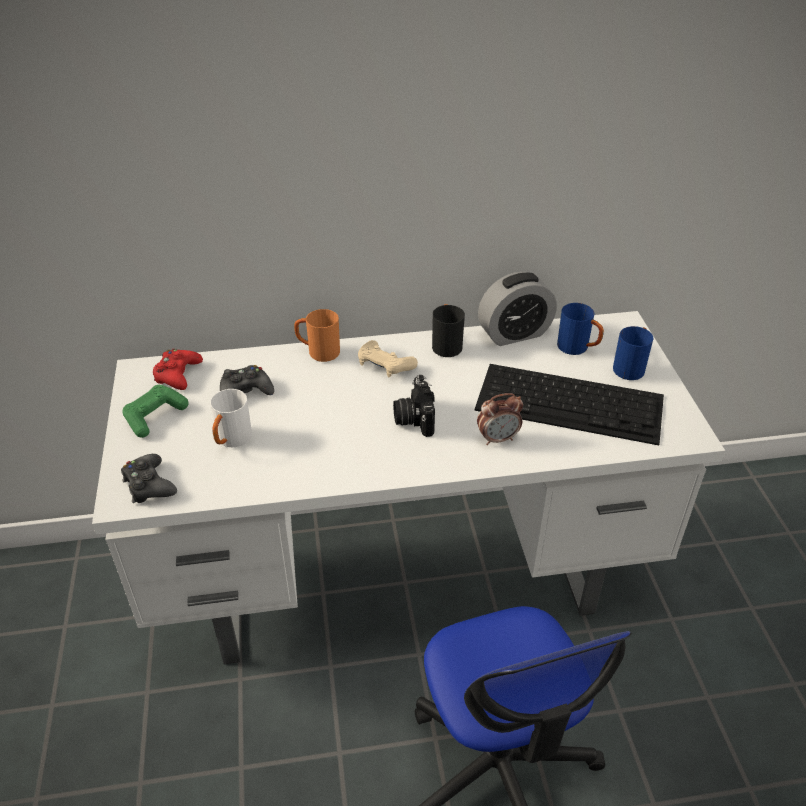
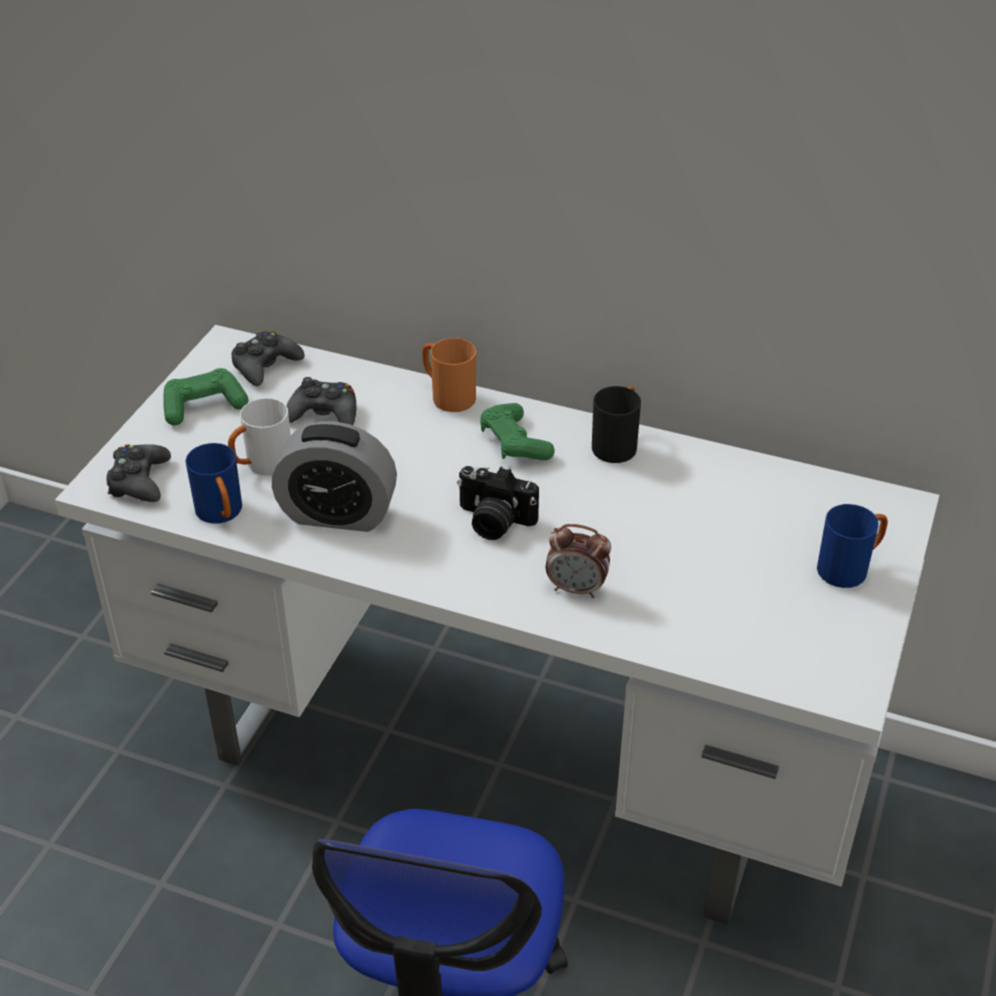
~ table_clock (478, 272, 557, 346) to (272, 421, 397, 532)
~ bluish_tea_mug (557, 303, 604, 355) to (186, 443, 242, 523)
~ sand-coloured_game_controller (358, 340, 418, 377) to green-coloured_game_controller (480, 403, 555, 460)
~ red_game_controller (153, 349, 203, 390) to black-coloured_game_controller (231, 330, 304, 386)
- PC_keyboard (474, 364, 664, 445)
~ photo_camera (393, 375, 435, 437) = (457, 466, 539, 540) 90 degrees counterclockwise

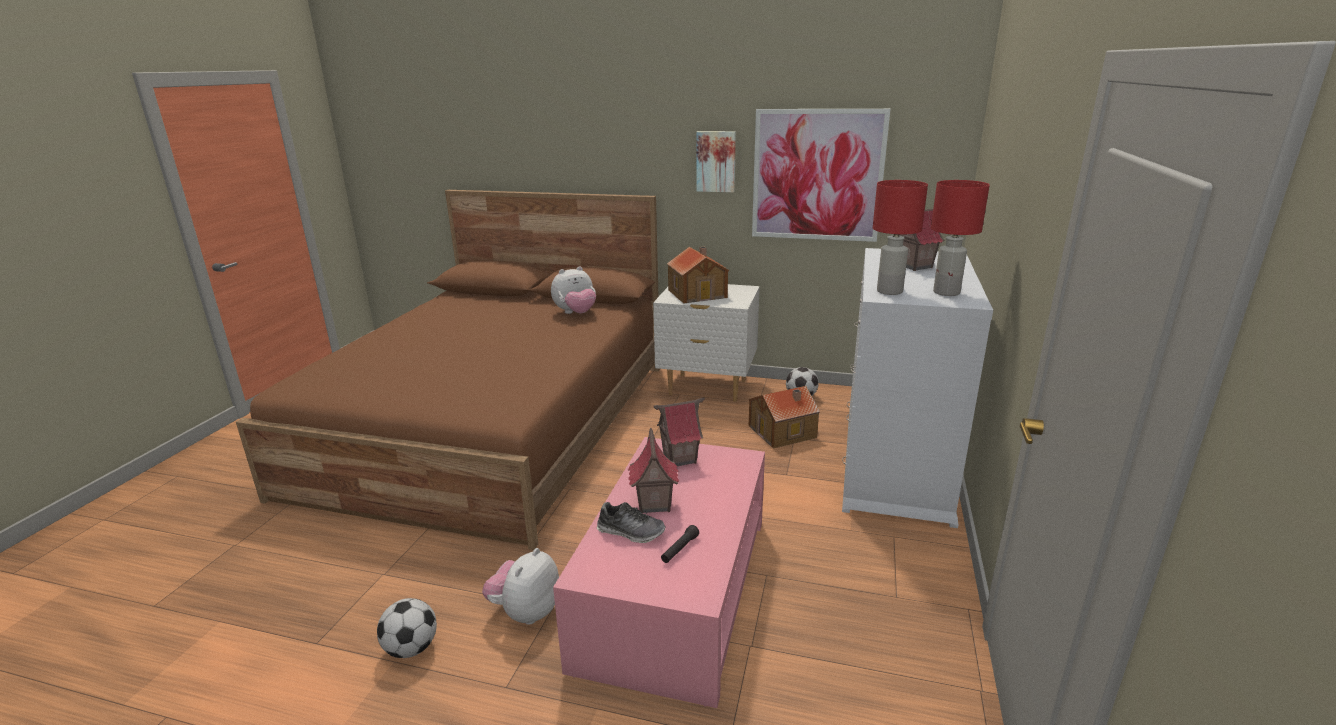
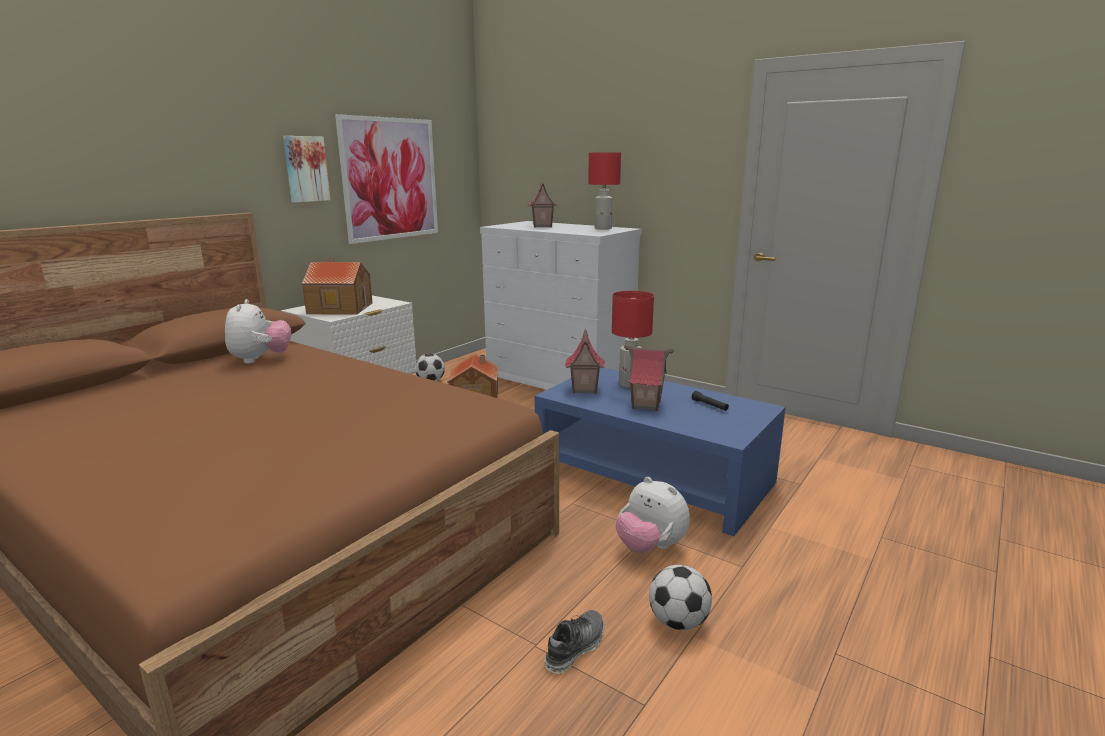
~ red_table_lamp (873, 180, 928, 295) to (612, 291, 654, 388)
~ pink_lounge_table (553, 437, 765, 708) to bluish_lounge_table (535, 368, 786, 536)
~ shoe (597, 502, 665, 543) to (544, 610, 604, 674)

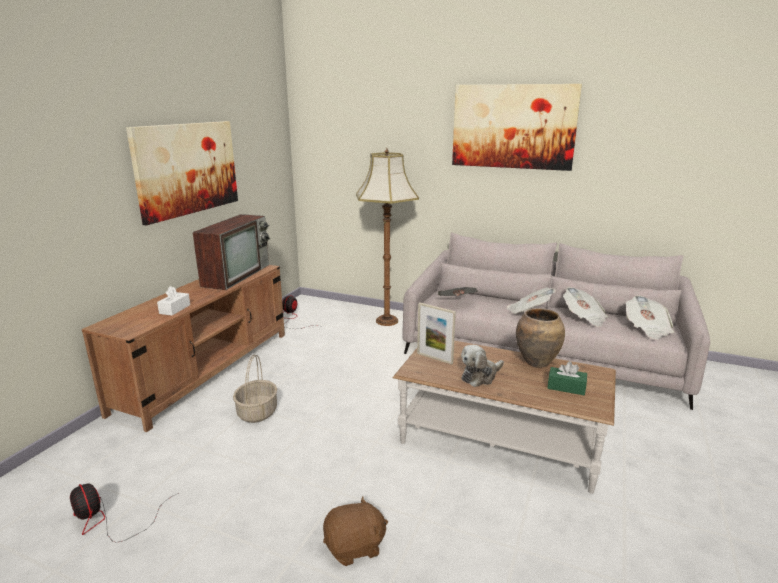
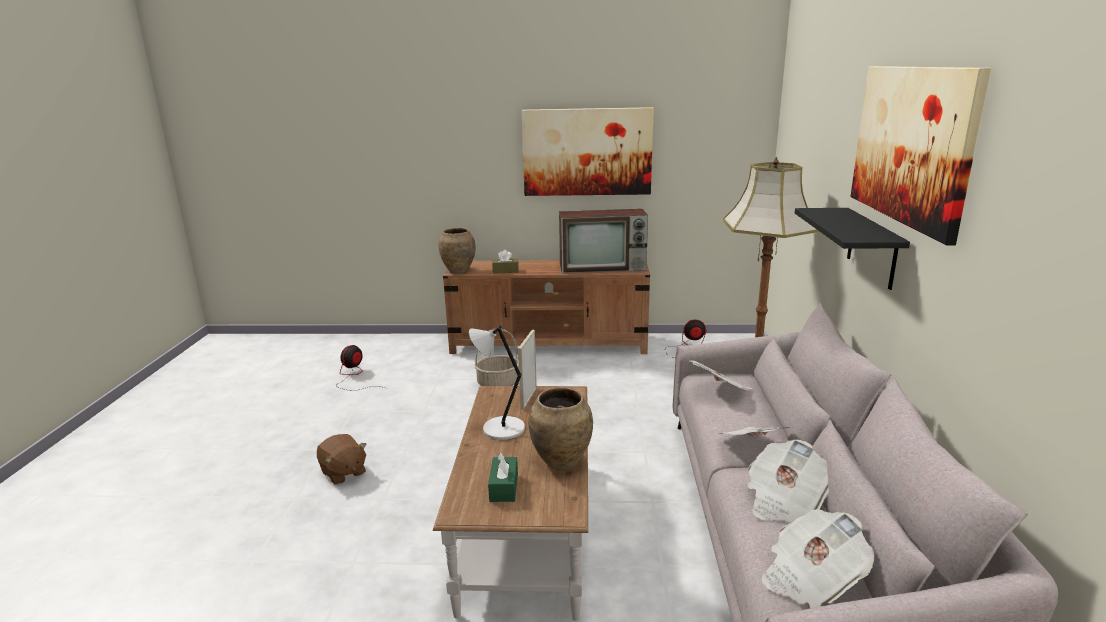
~ white-coloured_tissue_holder (157, 286, 190, 316) to brown-coloured_tissue_holder (492, 250, 519, 274)
~ plush_toy (461, 345, 504, 387) to greyish_table_lamp (469, 325, 525, 440)
+ black-coloured_shelf (795, 208, 910, 290)
+ brown-coloured_flower_vase (438, 228, 476, 274)

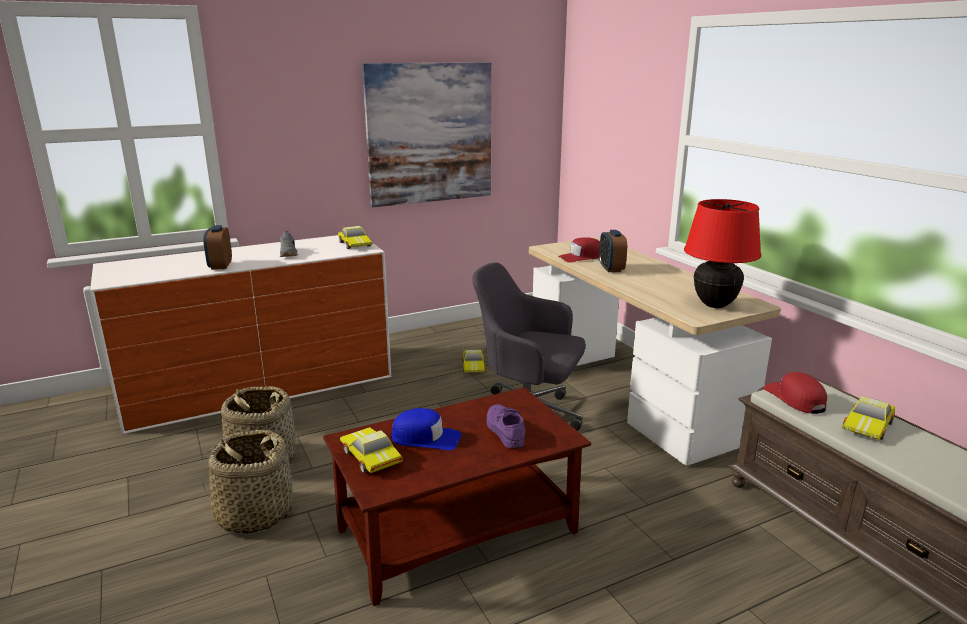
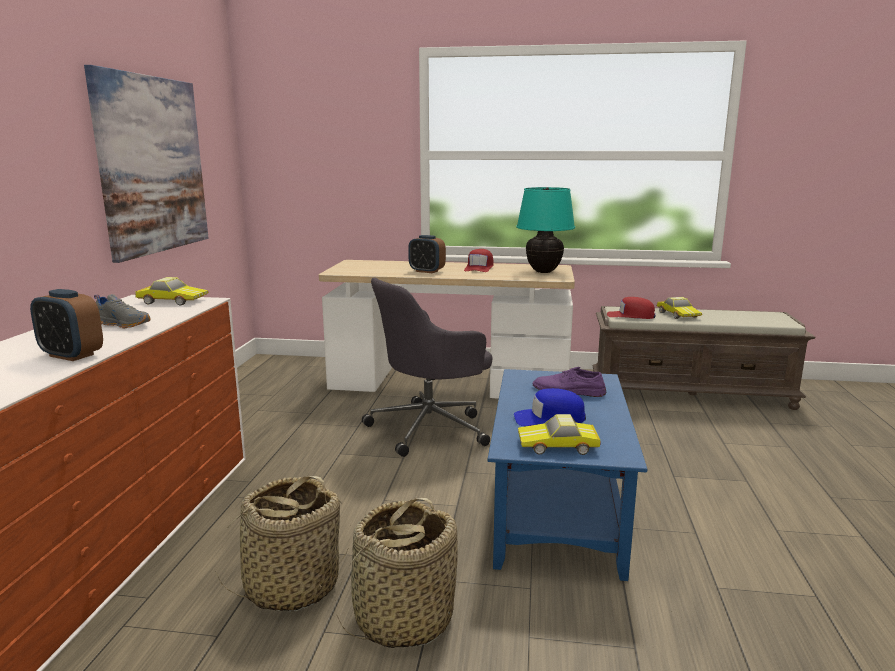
~ red_table_lamp (684, 199, 761, 308) to blue-green_table_lamp (516, 187, 575, 273)
~ red_baseball_cap (558, 237, 600, 263) to (464, 249, 494, 272)
- miniature_car (462, 349, 485, 373)
~ brown-coloured_lounge_table (323, 387, 591, 606) to bluish_lounge_table (488, 369, 648, 581)
~ bluish_baseball_cap (391, 408, 461, 450) = (514, 388, 586, 426) 135 degrees counterclockwise

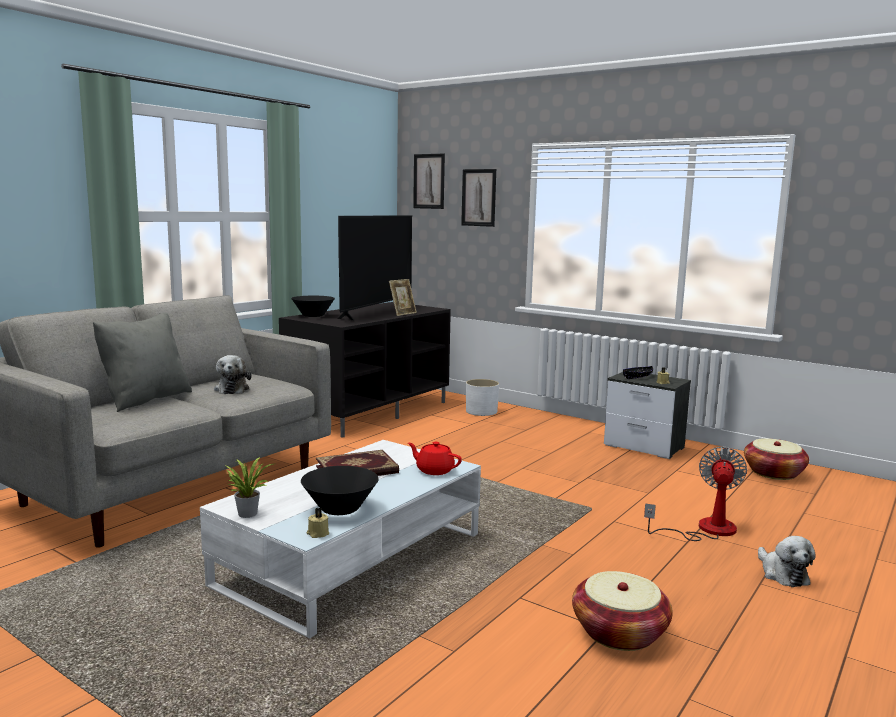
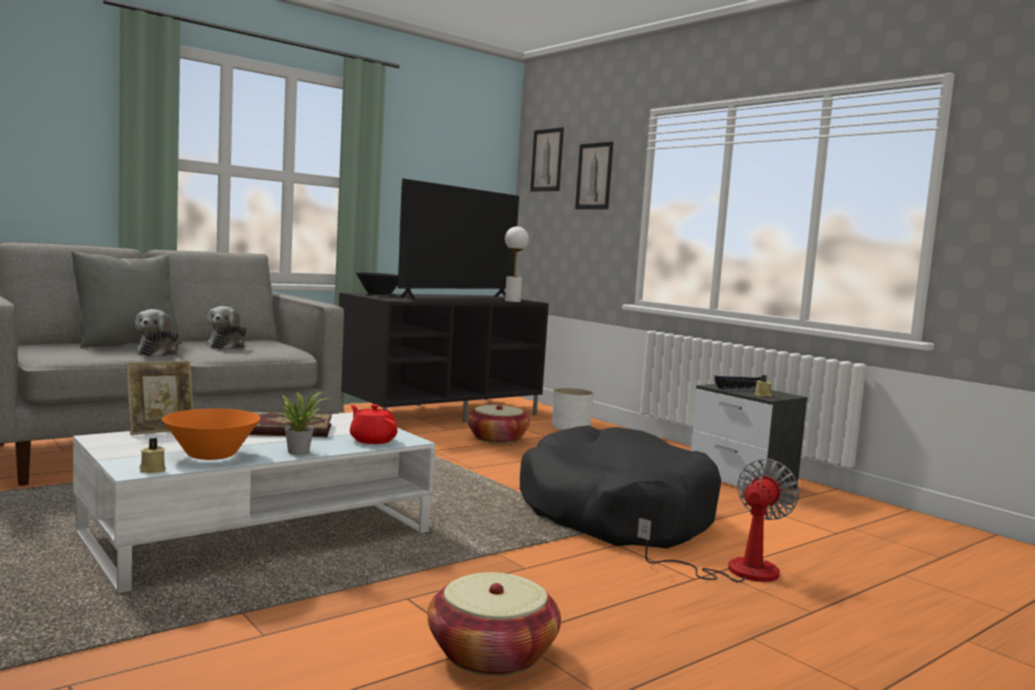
~ picture_frame (389, 279, 417, 316) to (126, 361, 193, 435)
~ storage_basket (744, 438, 809, 480) to (467, 405, 530, 444)
~ plant_in_a_pot (224, 457, 274, 518) to (276, 390, 327, 455)
~ black-coloured_deep_dish (301, 466, 379, 515) to orange_deep_dish (162, 408, 260, 460)
~ plush_toy (758, 536, 816, 587) to (135, 309, 180, 357)
+ white-coloured_table_lamp (505, 226, 529, 302)
+ black-coloured_dog_bed (520, 425, 721, 548)

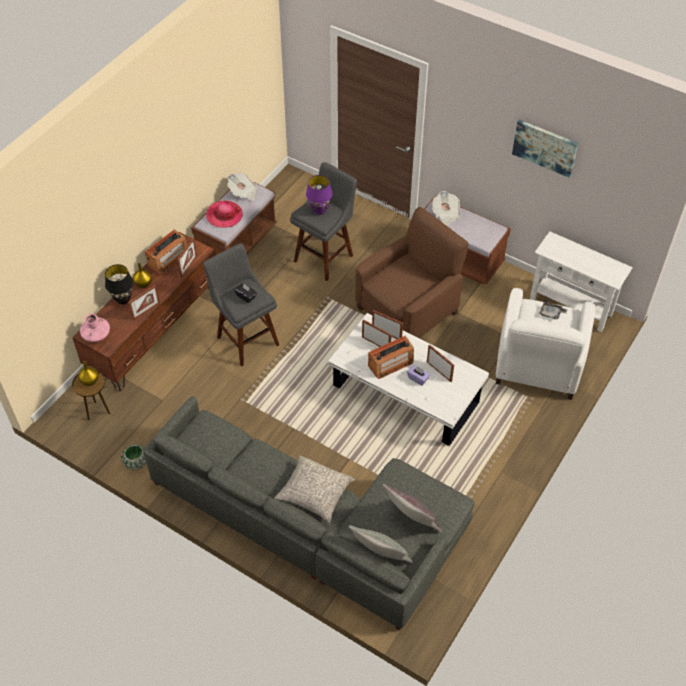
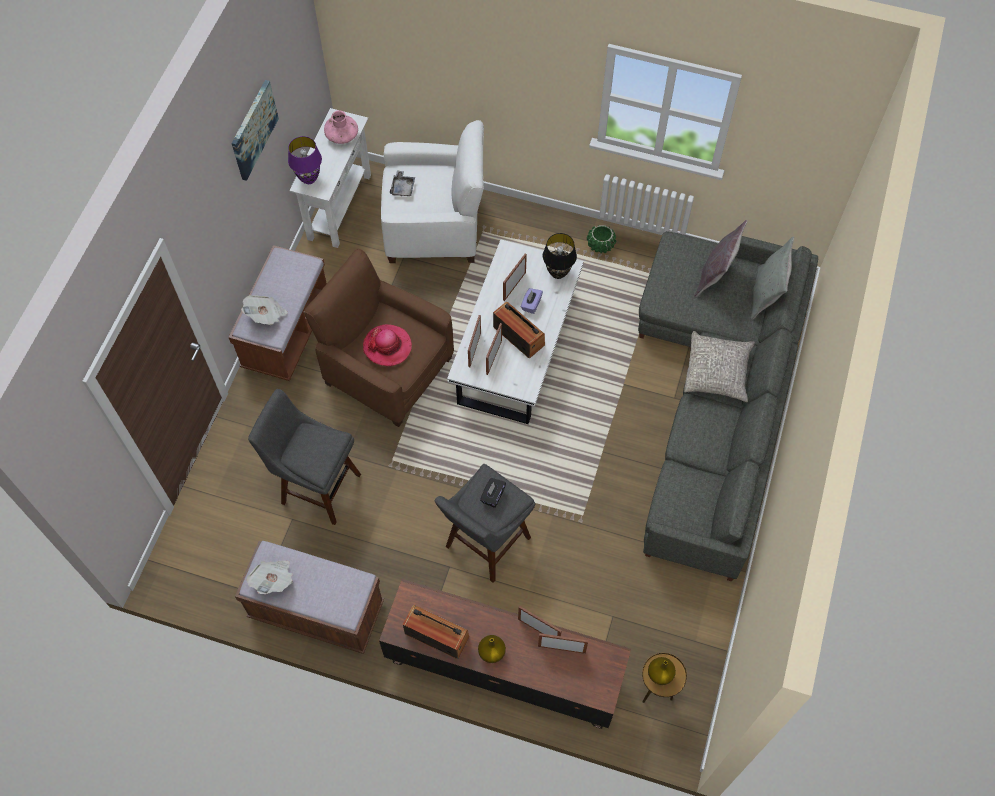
~ purple_table_lamp (306, 175, 333, 215) to (288, 136, 322, 184)
~ hat (206, 200, 243, 228) to (363, 324, 412, 366)
~ picture_frame (177, 238, 197, 278) to (538, 633, 588, 654)
~ black-coloured_table_lamp (105, 264, 133, 304) to (543, 233, 577, 279)
~ pink_flower_vase (80, 313, 110, 342) to (324, 110, 358, 144)
~ green-coloured_flower_pot (121, 444, 146, 470) to (587, 225, 617, 253)

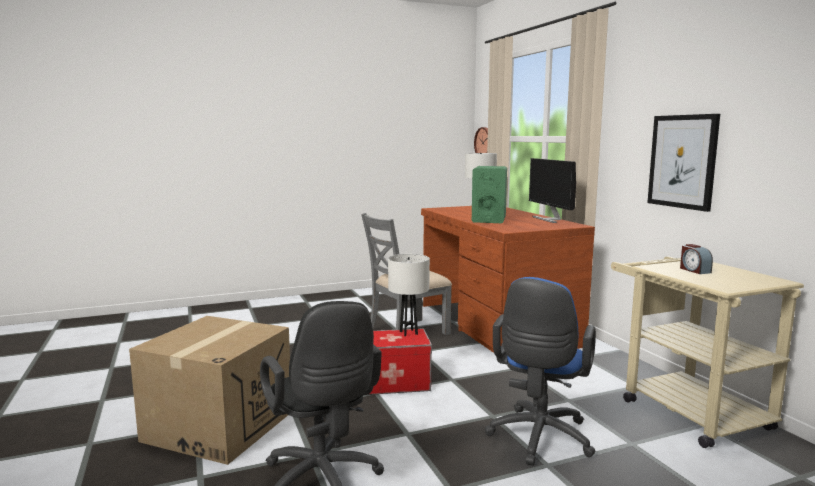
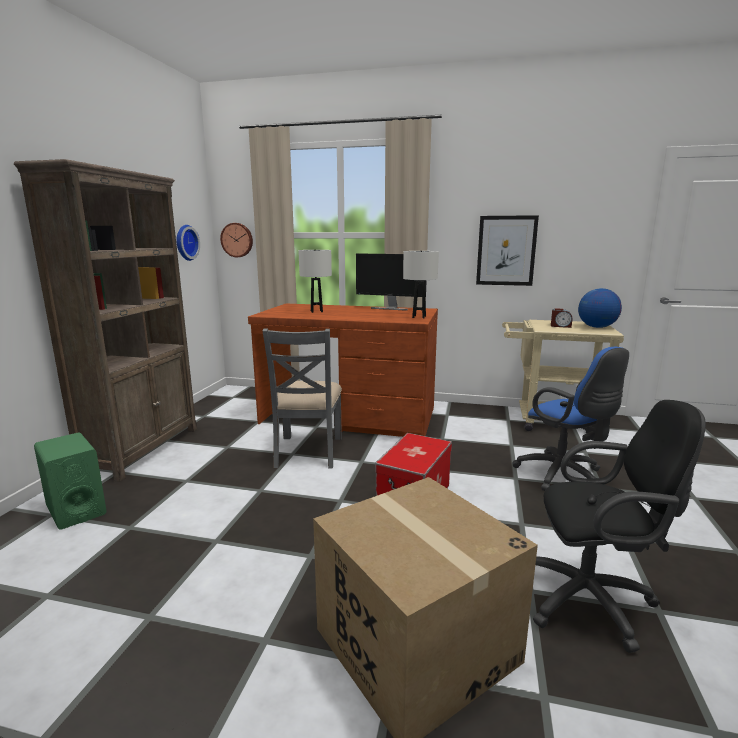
~ green-coloured_loudspeaker (472, 166, 507, 223) to (34, 432, 107, 530)
~ white-coloured_table_lamp (388, 254, 430, 336) to (403, 251, 439, 318)
+ brown-coloured_bookcase (14, 159, 197, 482)
+ wall_clock (176, 225, 200, 261)
+ desk_globe (578, 288, 622, 328)

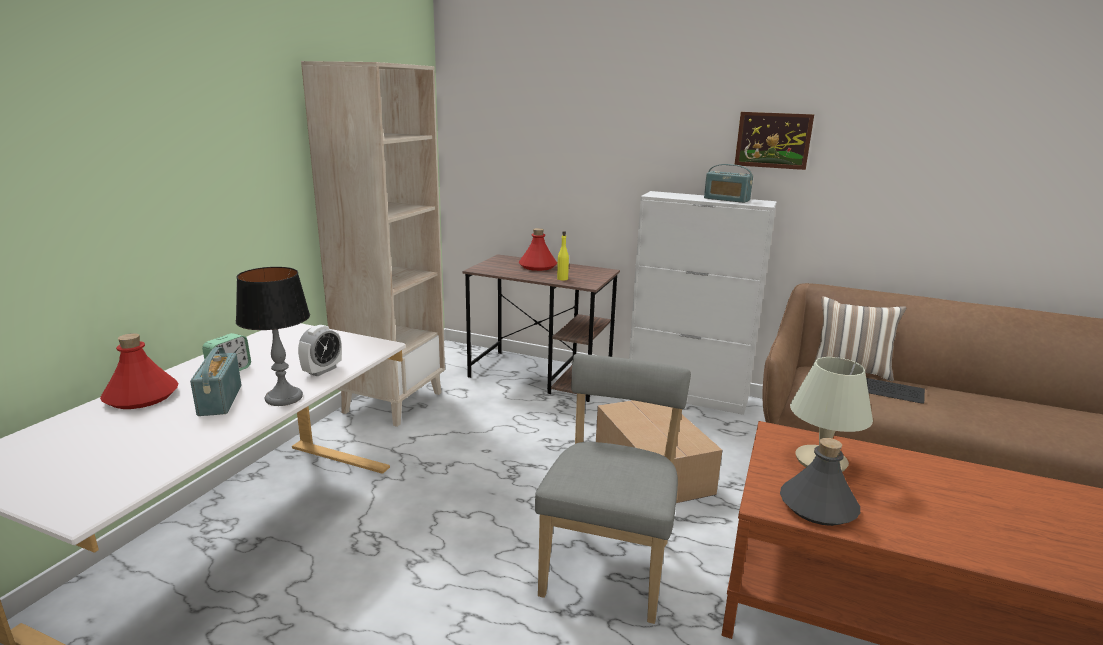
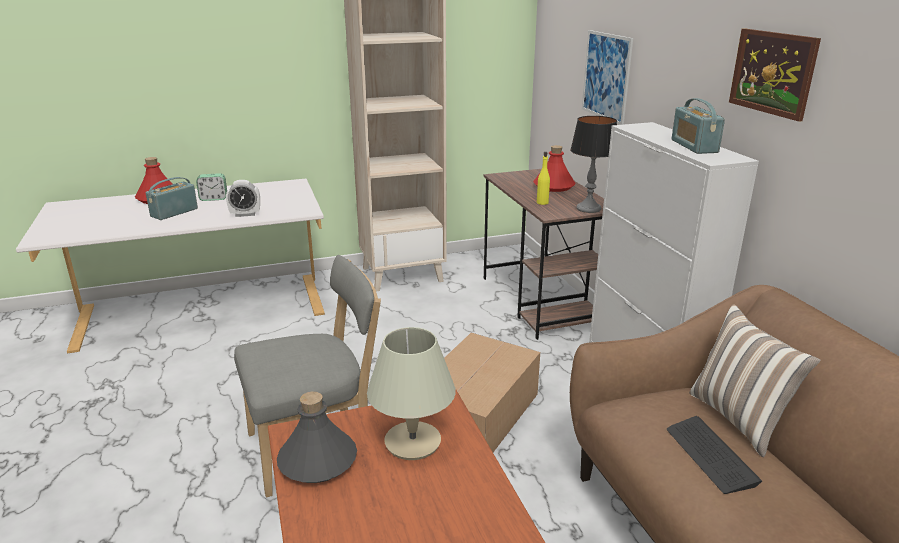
~ table_lamp (236, 267, 310, 406) to (570, 116, 617, 213)
+ wall_picture (582, 30, 633, 125)

